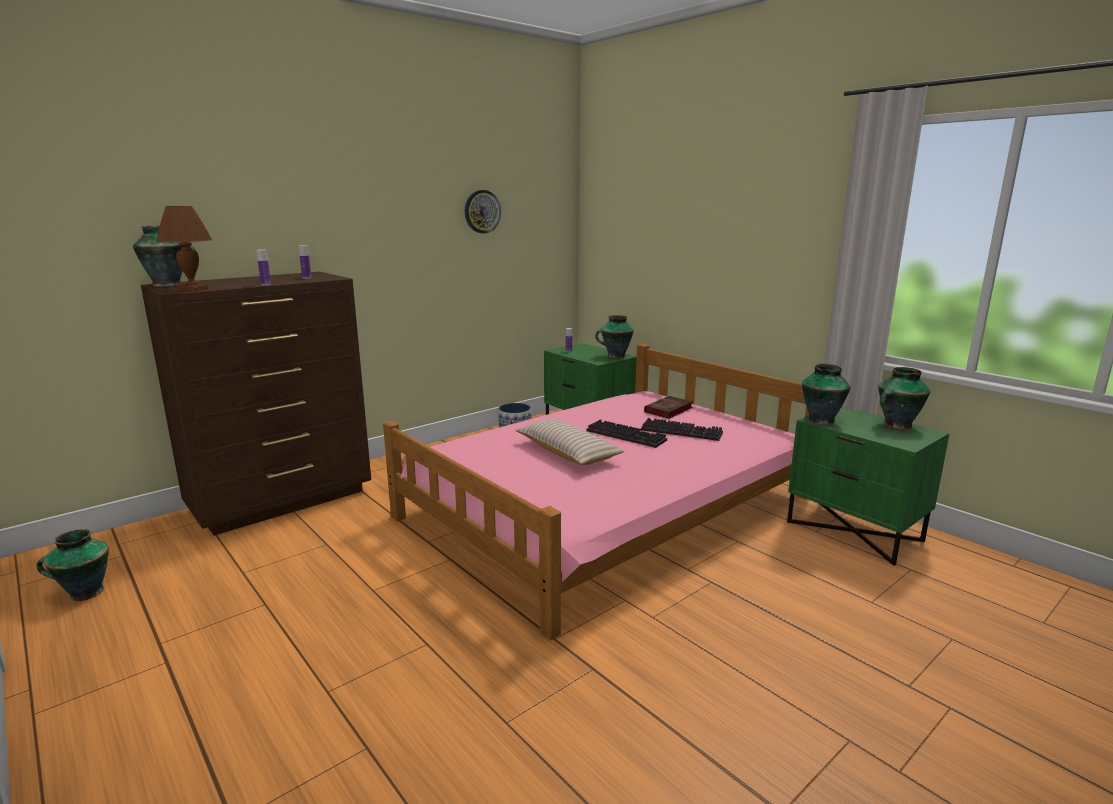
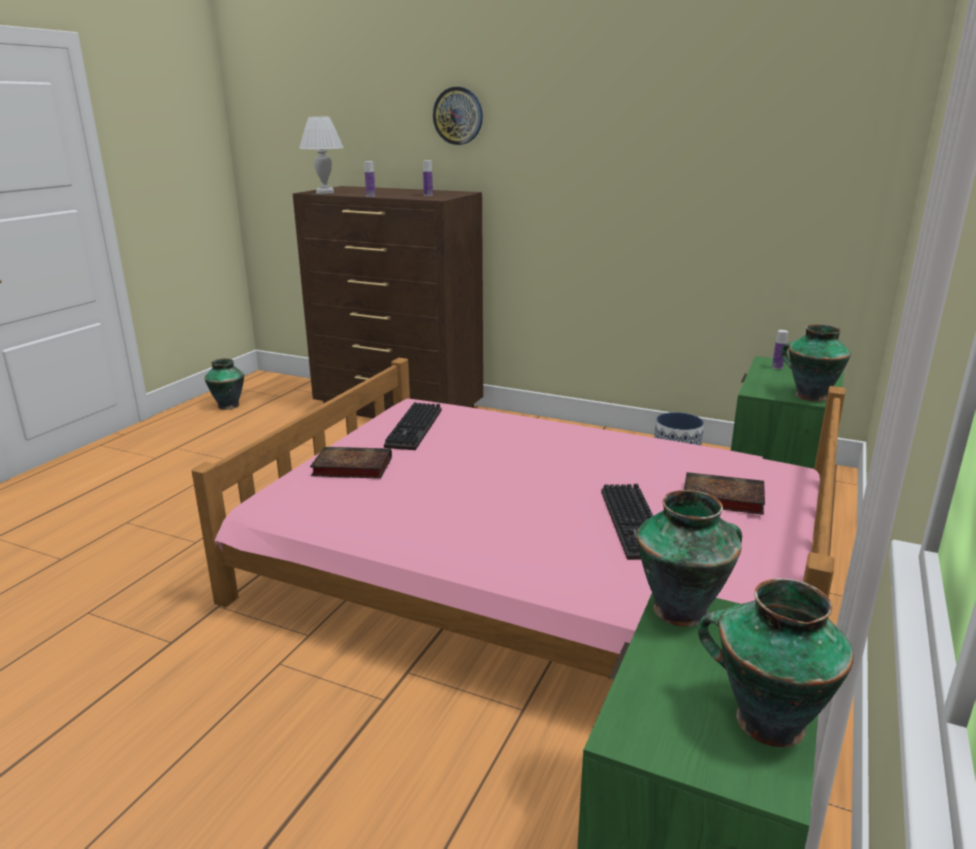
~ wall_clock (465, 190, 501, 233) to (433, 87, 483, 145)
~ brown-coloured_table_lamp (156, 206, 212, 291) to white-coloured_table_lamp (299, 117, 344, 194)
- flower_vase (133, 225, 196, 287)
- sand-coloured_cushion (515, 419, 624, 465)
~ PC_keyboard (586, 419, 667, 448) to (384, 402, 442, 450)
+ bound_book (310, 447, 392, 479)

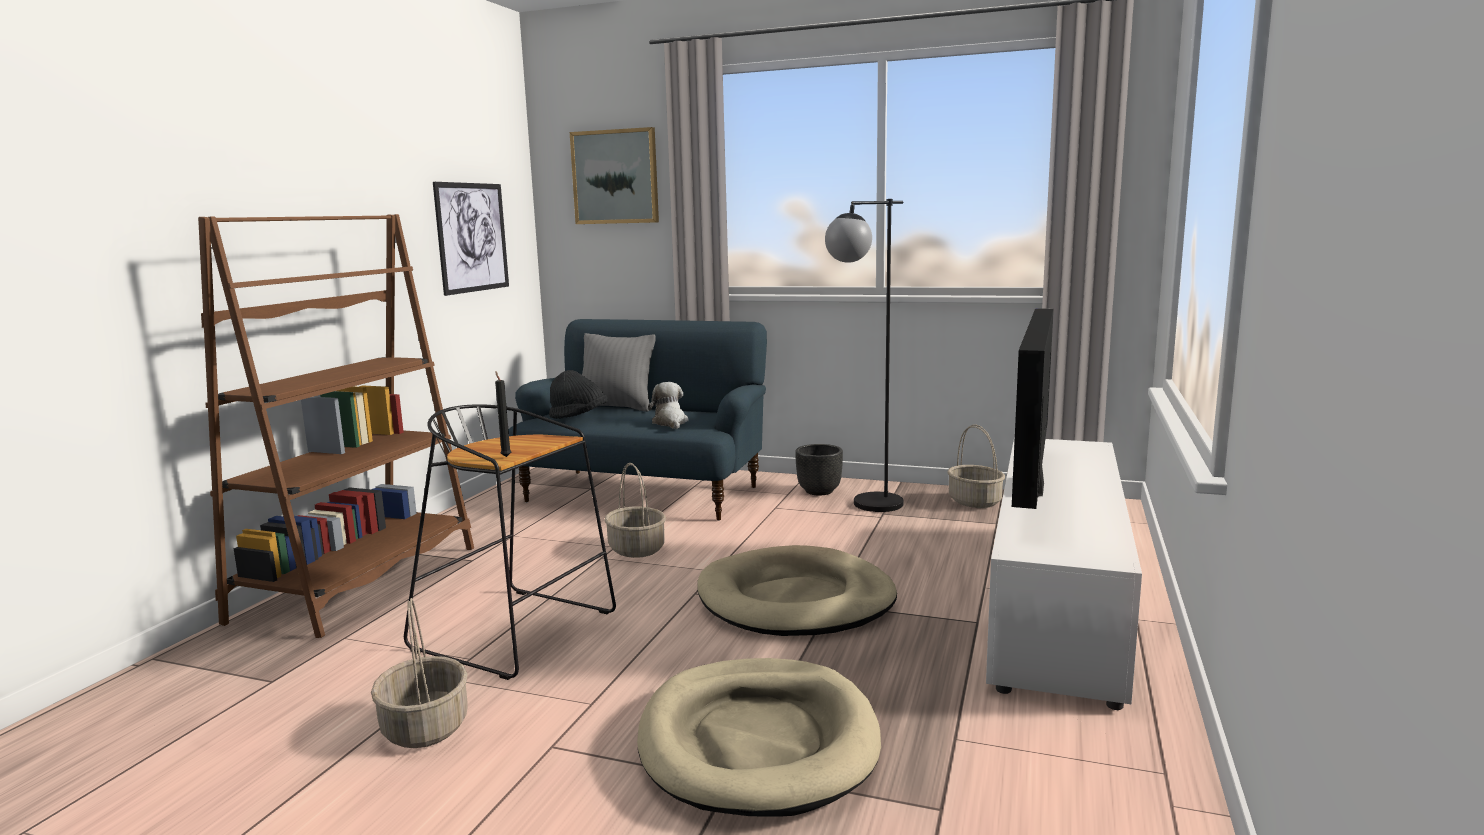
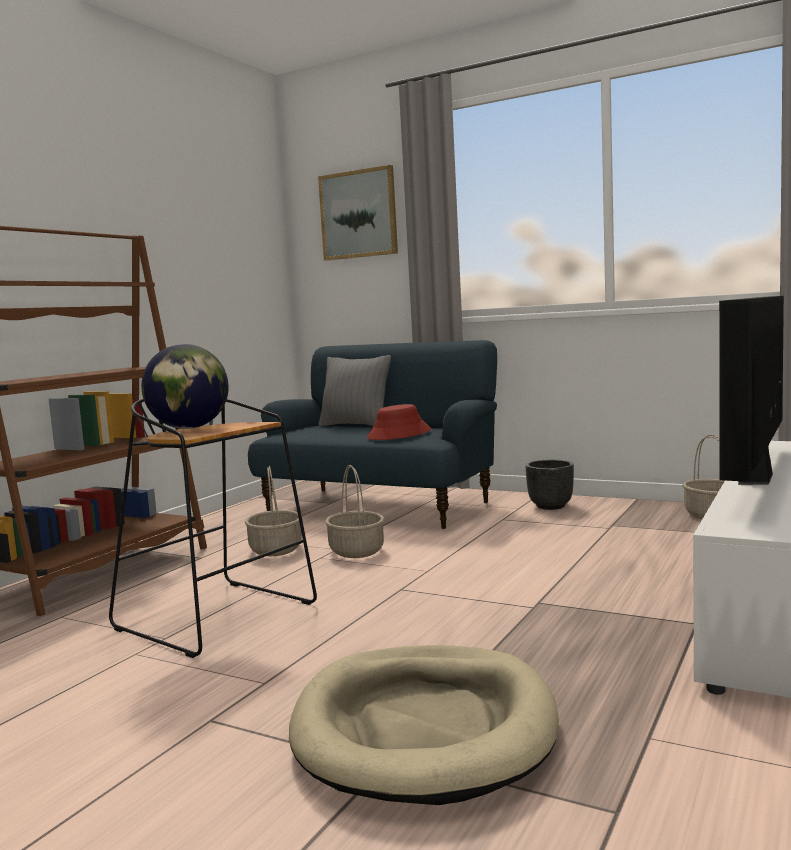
- wall_picture (433, 182, 509, 296)
- black-coloured_standard_lamp (825, 199, 904, 512)
- black-coloured_hat (549, 370, 608, 419)
- black-coloured_candle (495, 371, 511, 457)
~ plush_toy (648, 382, 689, 429) to red_hat (367, 404, 431, 440)
- sand-coloured_dog_bed (697, 545, 897, 636)
~ storage_basket (371, 598, 468, 748) to (245, 465, 302, 556)
+ desk_globe (141, 344, 229, 429)

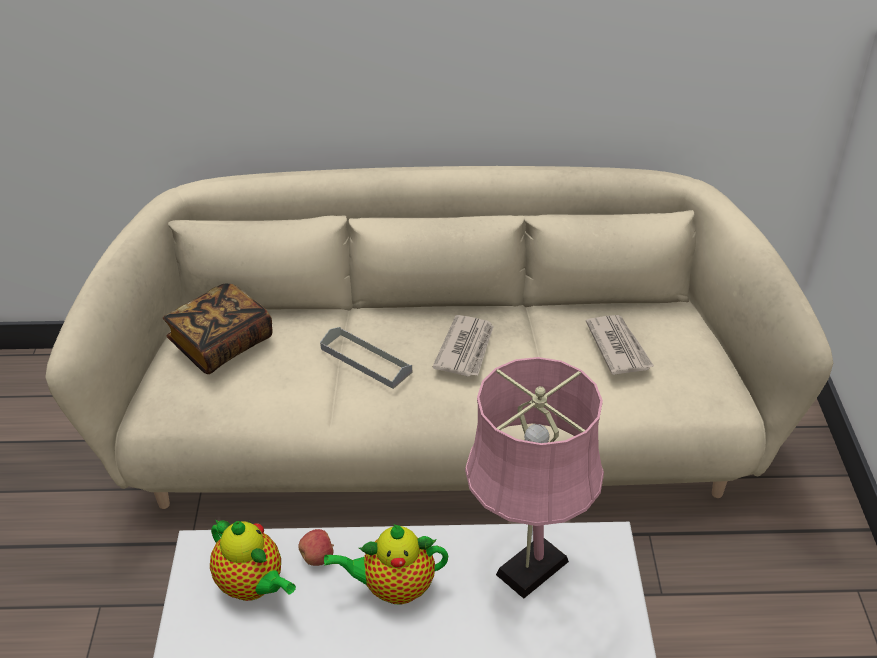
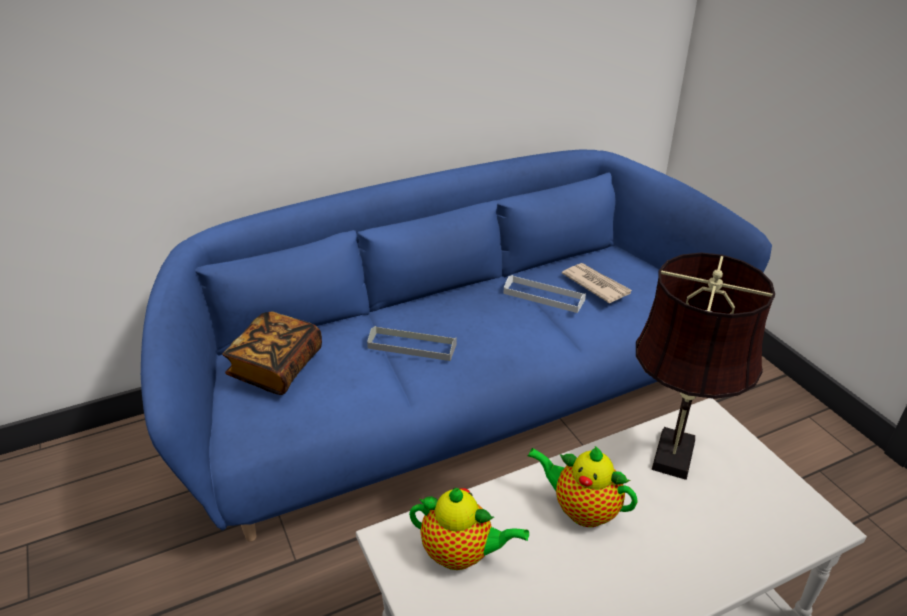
~ sand-coloured_settee (45, 166, 833, 509) to bluish_settee (141, 150, 772, 542)
- printed_paper (432, 315, 494, 377)
~ pink_table_lamp (465, 357, 604, 599) to brown-coloured_table_lamp (636, 253, 775, 480)
~ teapot (324, 524, 448, 604) = (527, 446, 638, 527) 60 degrees clockwise
- apple (298, 529, 334, 566)
+ white-coloured_carrying_tray (503, 275, 586, 313)

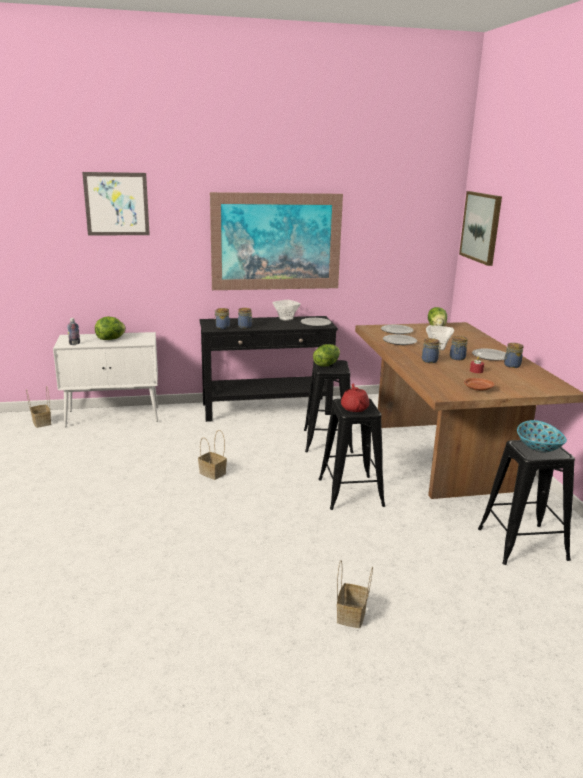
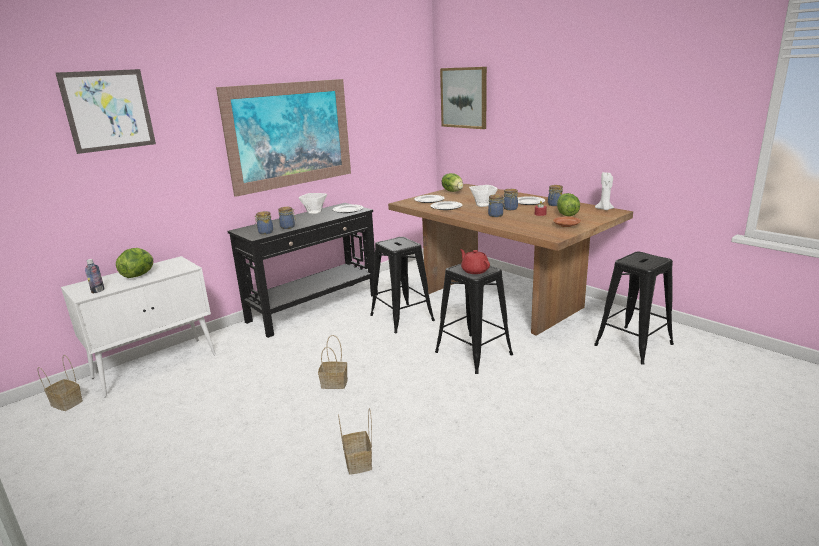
~ head_of_lettuce (313, 344, 340, 366) to (557, 193, 580, 216)
- deep_dish (517, 420, 567, 453)
~ storage_basket (337, 560, 373, 628) to (338, 408, 372, 475)
+ white-coloured_candle (595, 172, 614, 210)

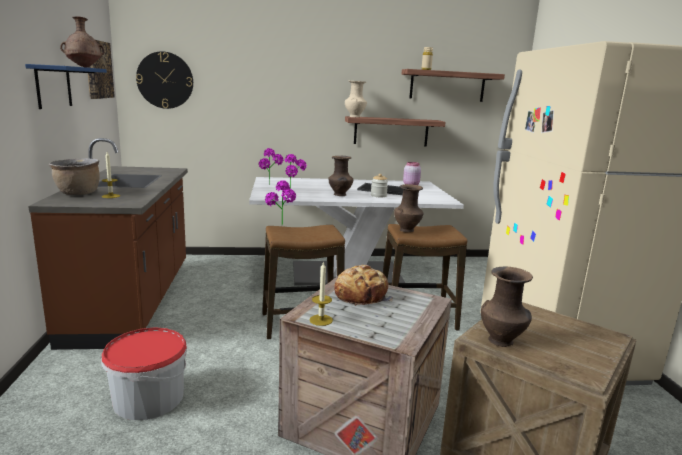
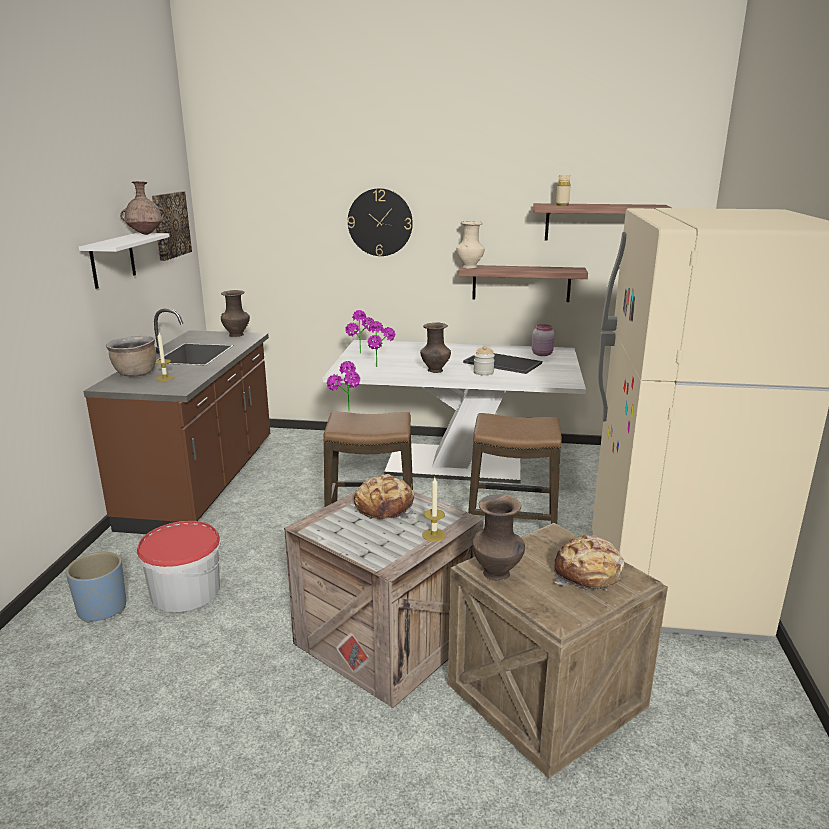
~ wall_clock (136, 51, 193, 109) to (348, 188, 413, 256)
~ bluish_shelf (25, 64, 107, 109) to white-coloured_shelf (79, 233, 170, 289)
~ brown-coloured_flower_vase (394, 184, 424, 232) to (221, 290, 250, 337)
~ candle (309, 261, 333, 326) to (422, 478, 446, 542)
+ baked_bread (554, 534, 624, 591)
+ bluish_flower_pot (66, 552, 126, 623)

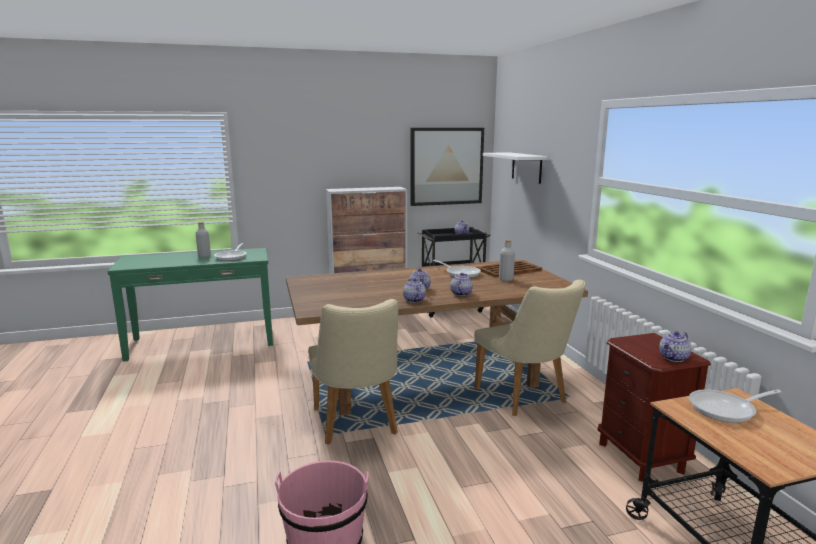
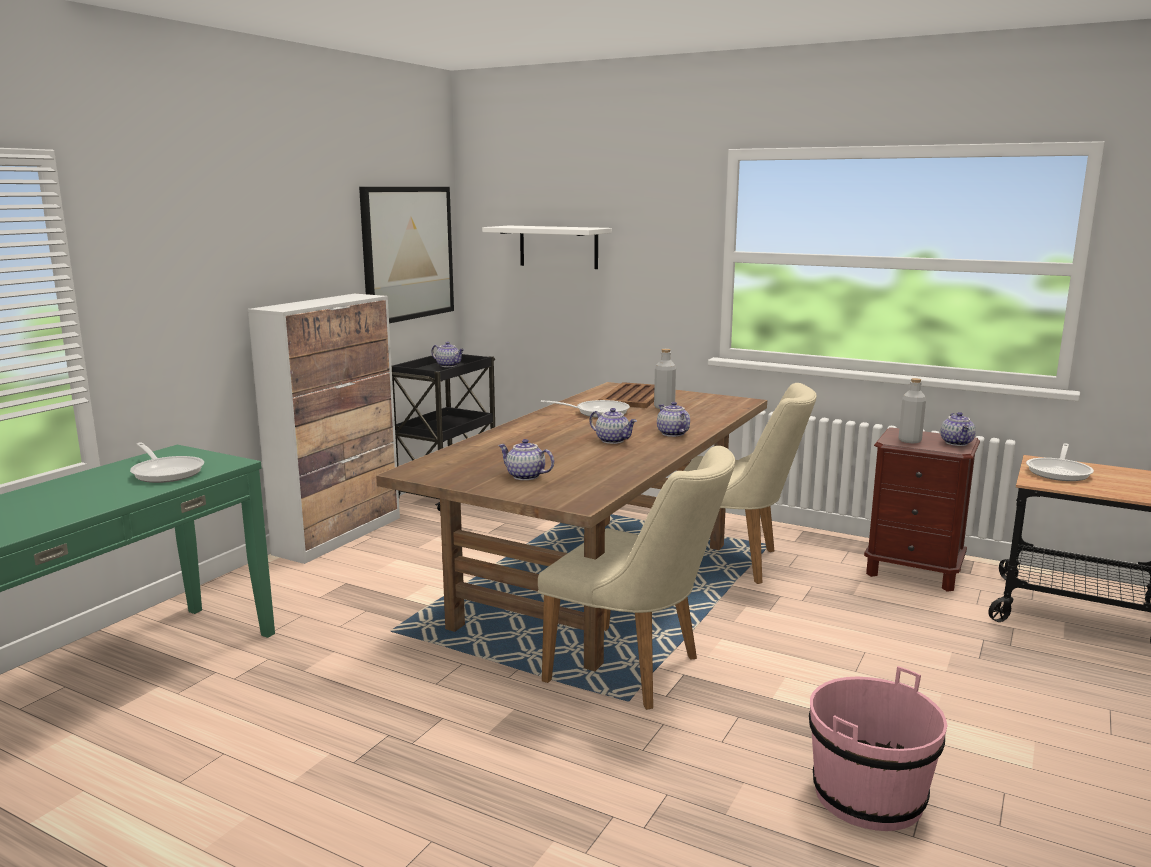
~ greyish_drink_bottle (196, 222, 211, 258) to (899, 378, 926, 443)
~ teapot (403, 278, 426, 303) to (498, 439, 554, 480)

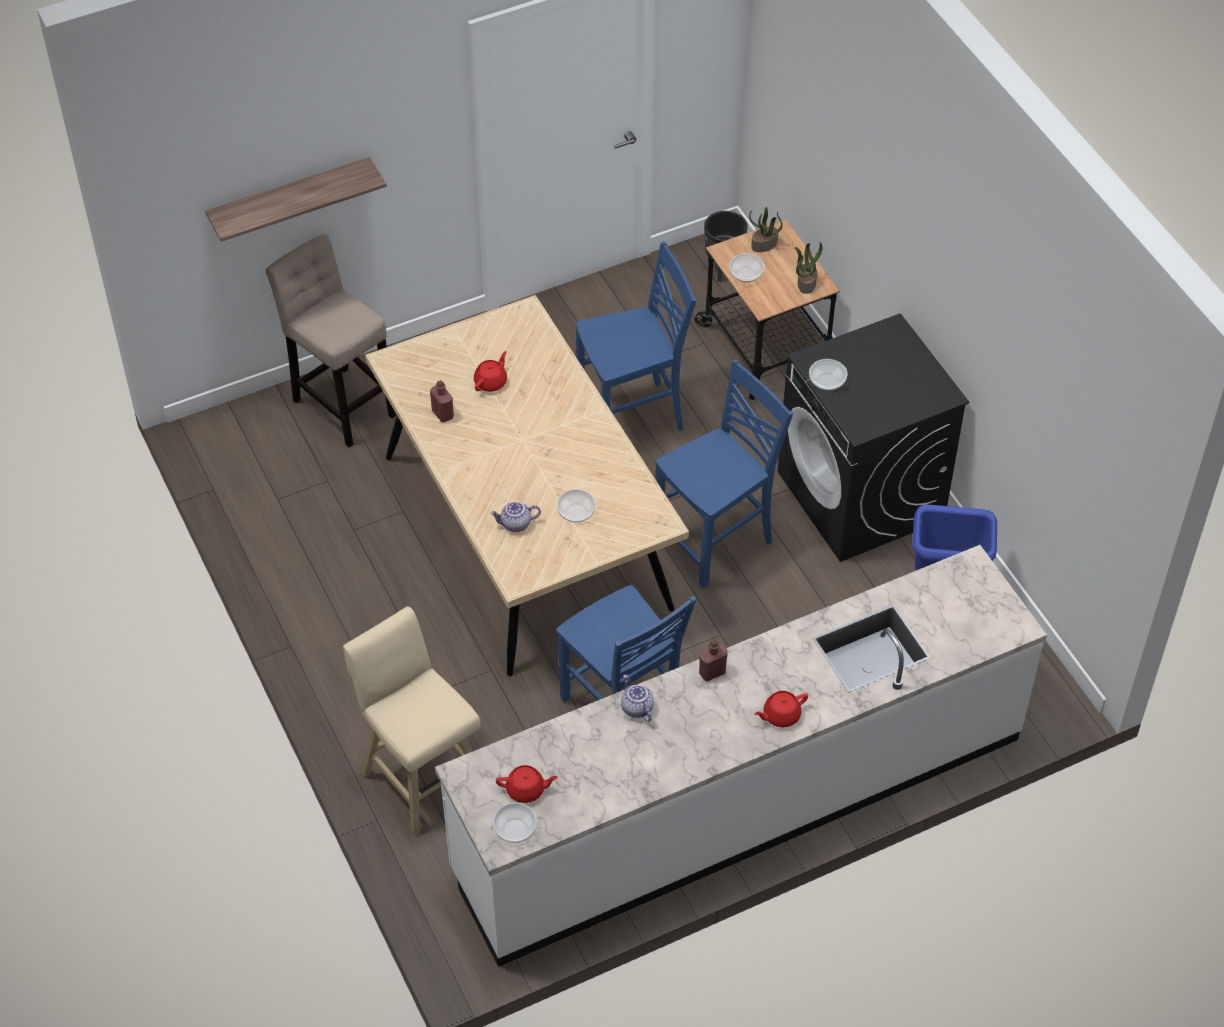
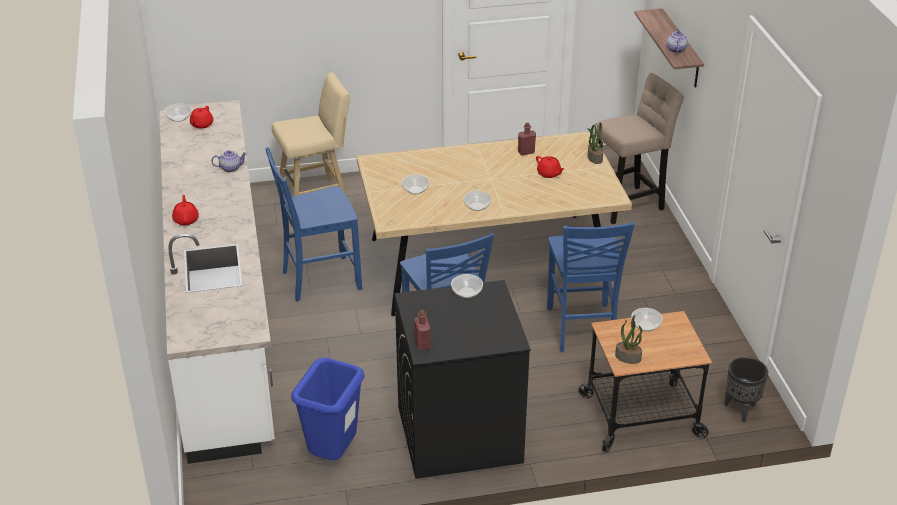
~ plant_in_a_pot (749, 207, 783, 252) to (587, 122, 604, 164)
~ teapot (490, 501, 541, 532) to (667, 28, 688, 53)
~ red_drink_bottle (699, 639, 728, 682) to (414, 310, 431, 351)
+ deep_dish (463, 191, 491, 211)

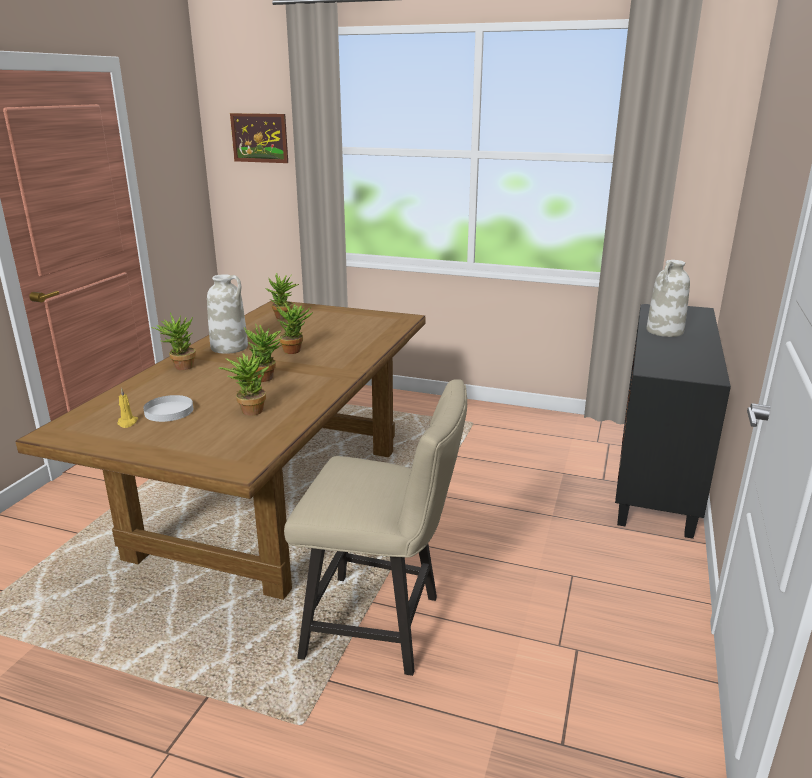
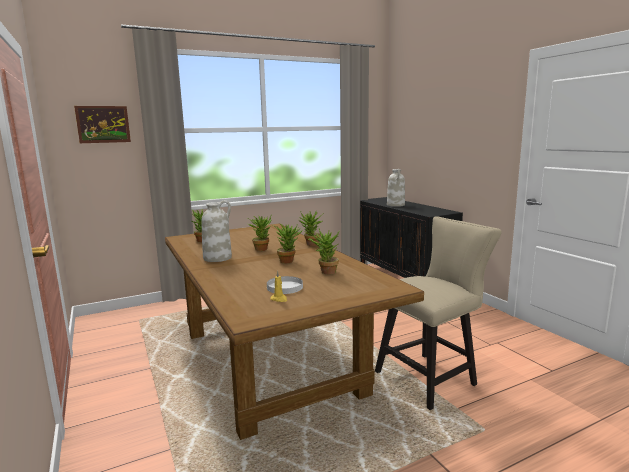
~ plant_in_a_pot (151, 313, 196, 370) to (299, 210, 324, 246)

